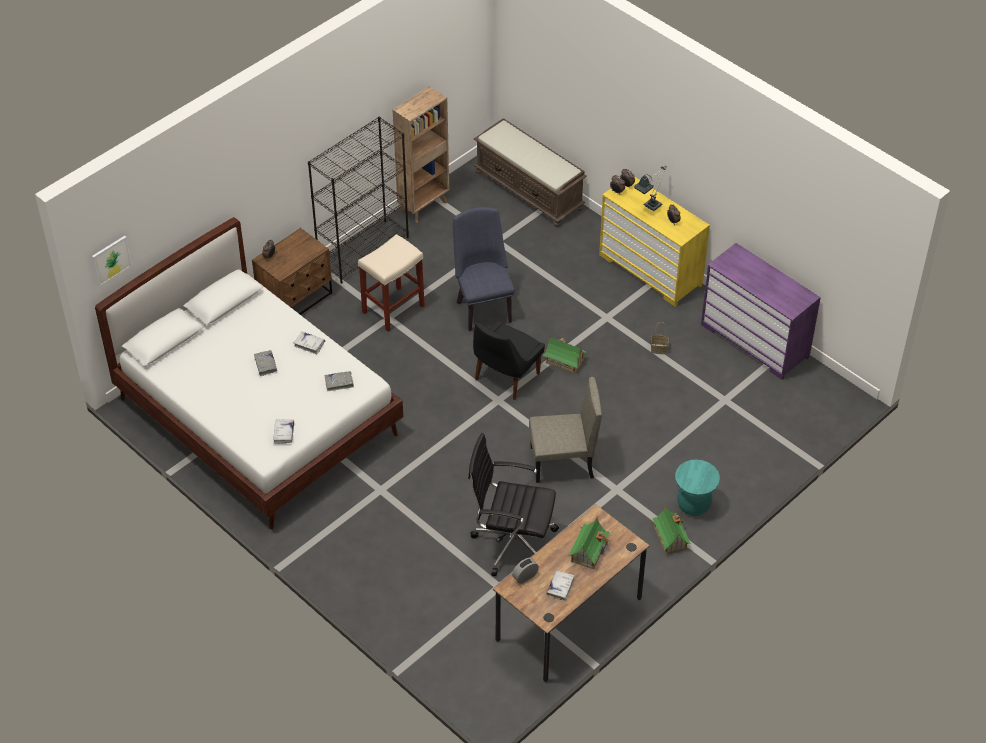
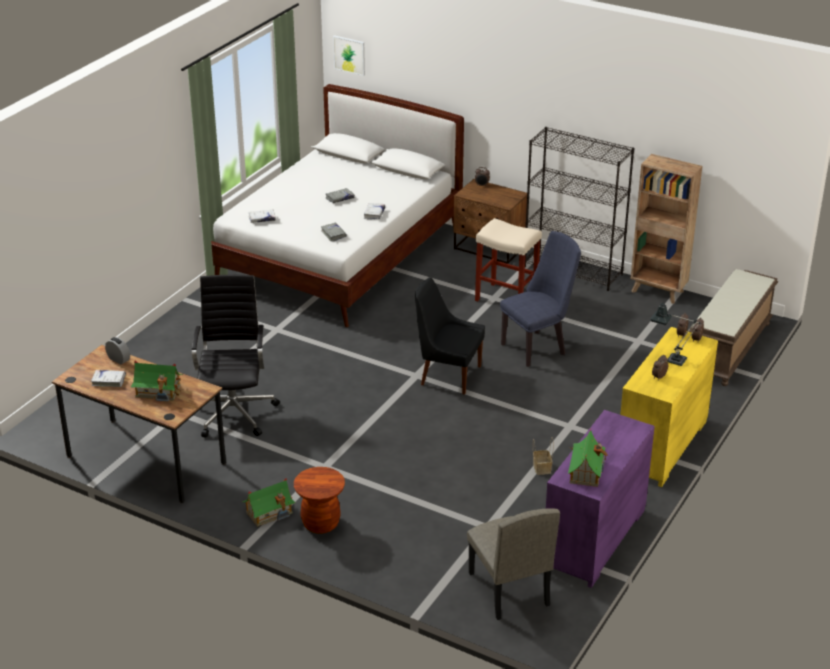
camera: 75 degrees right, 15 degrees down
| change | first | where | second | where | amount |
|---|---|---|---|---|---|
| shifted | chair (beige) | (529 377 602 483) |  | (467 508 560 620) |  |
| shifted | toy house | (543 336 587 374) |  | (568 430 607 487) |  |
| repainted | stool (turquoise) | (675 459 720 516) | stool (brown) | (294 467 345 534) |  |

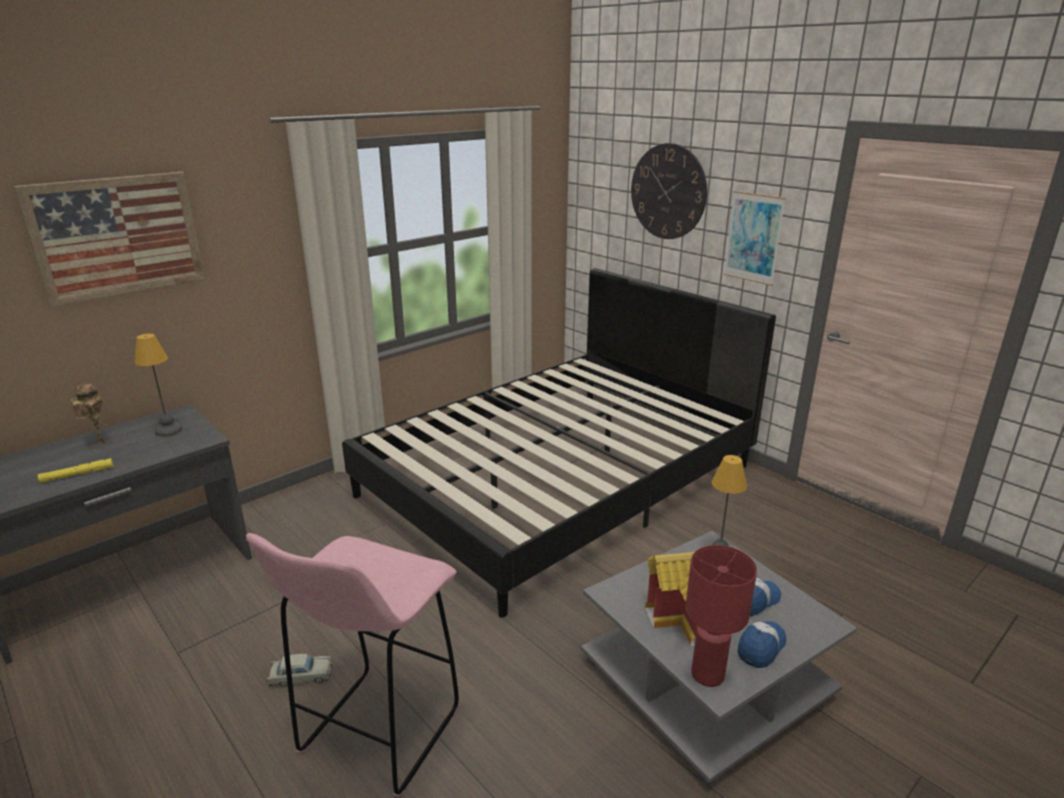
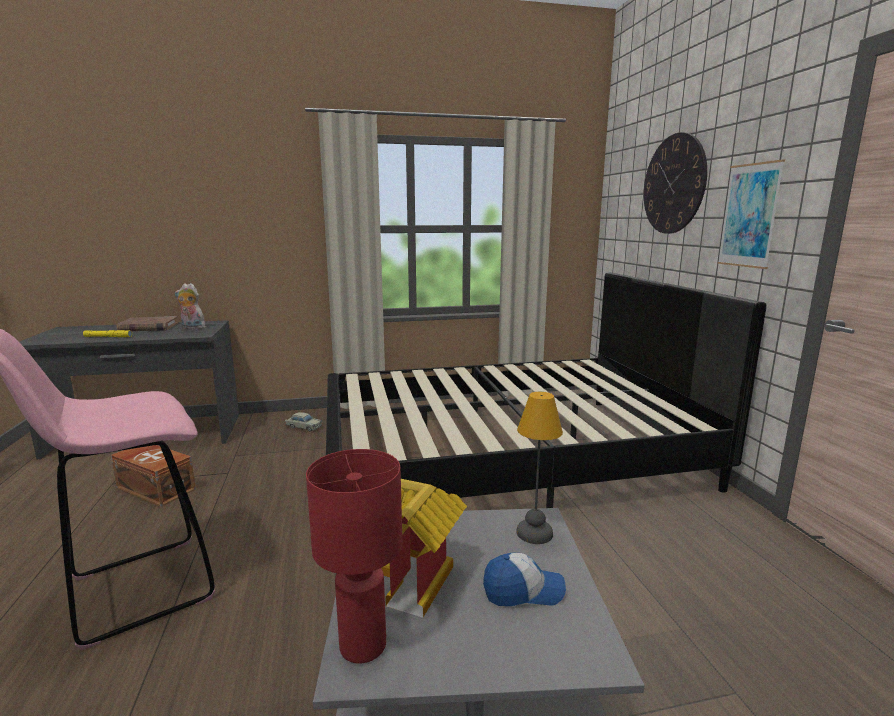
camera: 30 degrees right, 10 degrees down
| change | first | where | second | where | amount |
|---|---|---|---|---|---|
| gone | picture | (14 172 205 307) |  |  |  |
| swapped | toy robot | (71 383 109 446) | book (brown) | (116 316 178 332) |  |
| swapped | table lamp | (134 334 183 437) | plush toy | (175 283 206 329) |  |
| shifted | toy car (beige) | (266 654 332 687) |  | (285 412 322 432) |  |
| gone | cap | (738 621 786 668) |  |  |  |
| new |  |  | storage box (brown) | (111 445 196 507) |  |

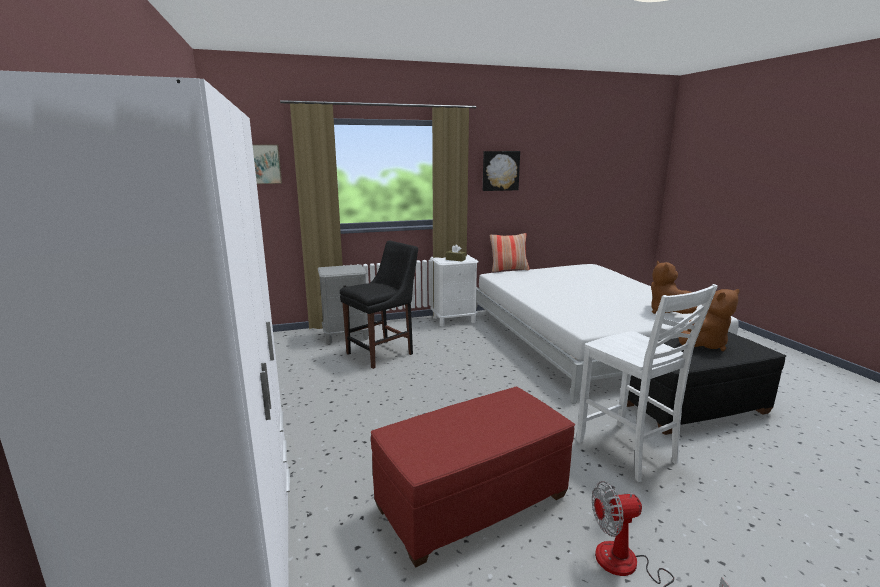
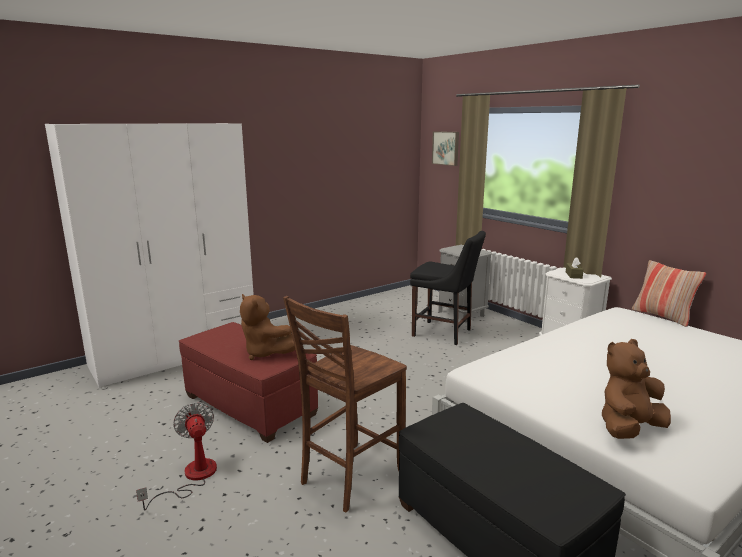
camera: 70 degrees right, 0 degrees up
| change | first | where | second | where | amount |
|---|---|---|---|---|---|
| gone | picture | (483 151 520 191) |  |  |  |
| repainted | chair (white) | (576 284 718 482) | chair (brown) | (283 296 407 513) |  |
| shifted | plush toy (brown) | (679 289 740 351) |  | (240 294 295 360) |  |

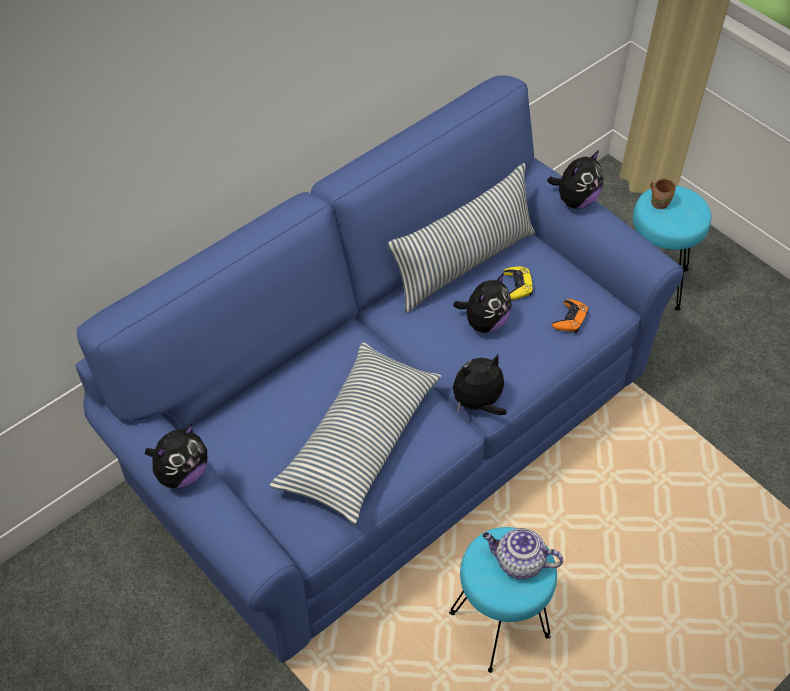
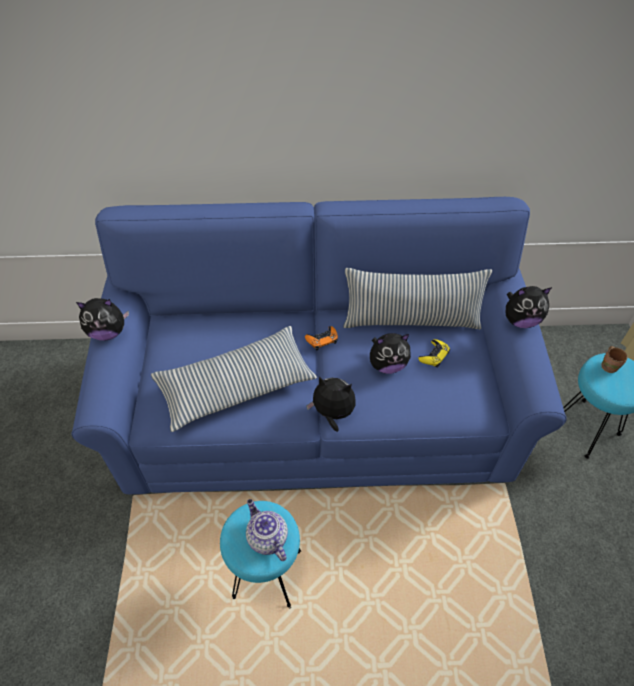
camera: 40 degrees right, 0 degrees up
| change | first | where | second | where | amount |
|---|---|---|---|---|---|
| shifted | game controller (orange) | (552 299 589 333) |  | (305 326 338 350) |  |

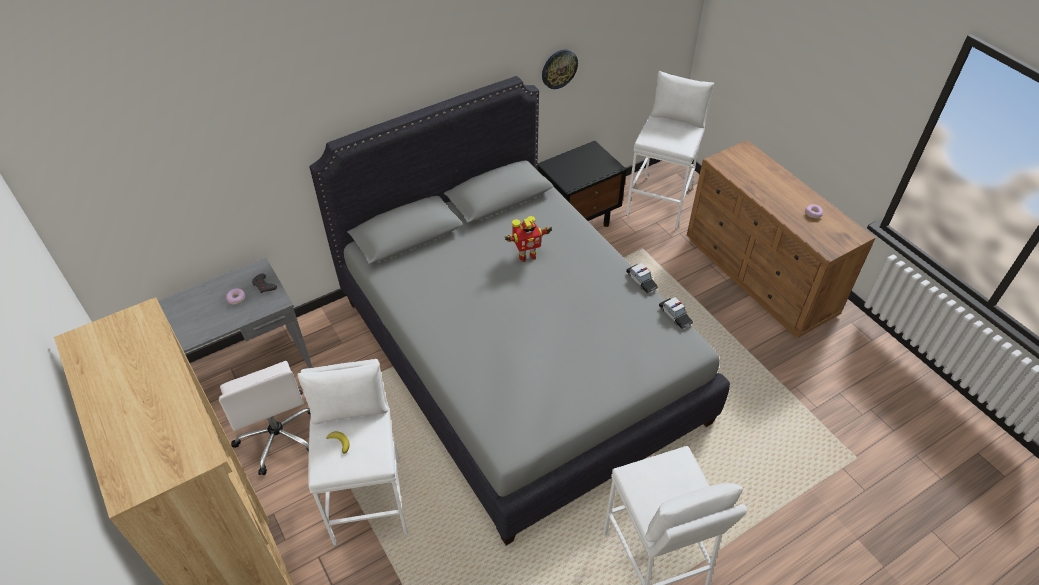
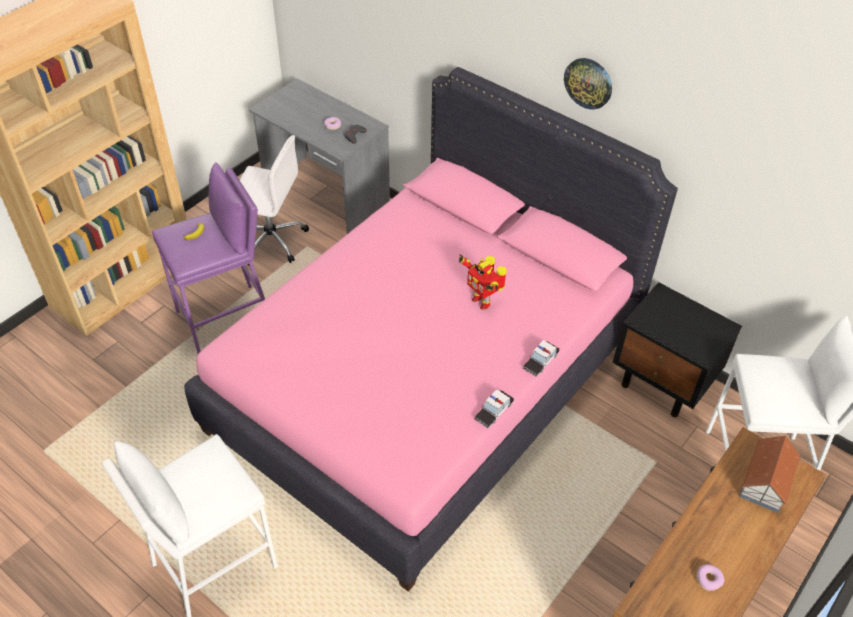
camera: 70 degrees right, 0 degrees up
| change | first | where | second | where | amount |
|---|---|---|---|---|---|
| rotated | office chair (white) | (219 361 311 475) |  | (240 135 309 266) | 120 degrees counterclockwise |
| repainted | stool (white) | (297 359 407 546) | stool (purple) | (152 162 265 354) |  |
| repainted | bed (grey) | (309 76 730 545) | bed (pink) | (184 67 678 592) |  |
| shifted | wall clock | (542 49 578 89) |  | (564 58 612 109) |  |
| shifted | toy car | (659 297 693 329) |  | (523 340 560 377) |  |
| new |  |  | toy house | (739 436 801 513) |  |

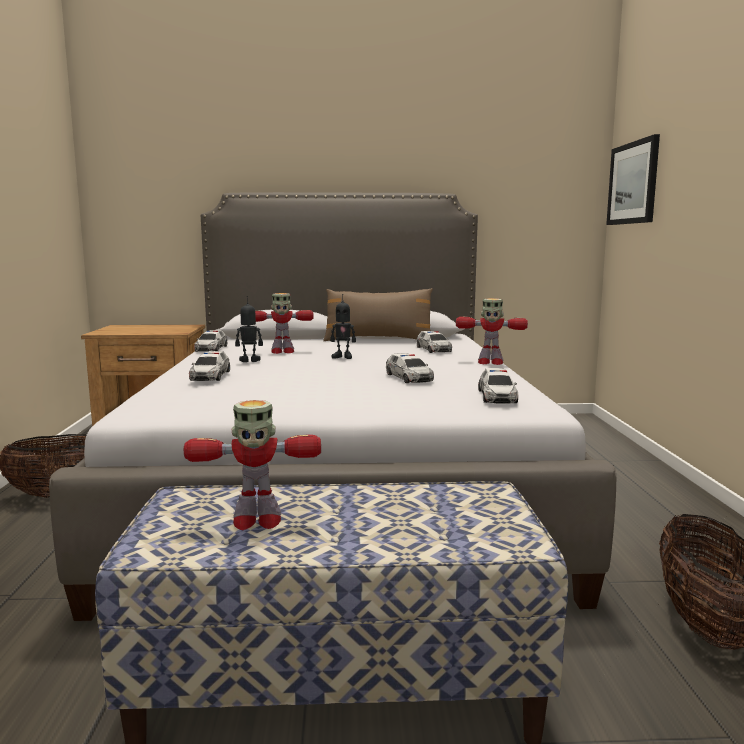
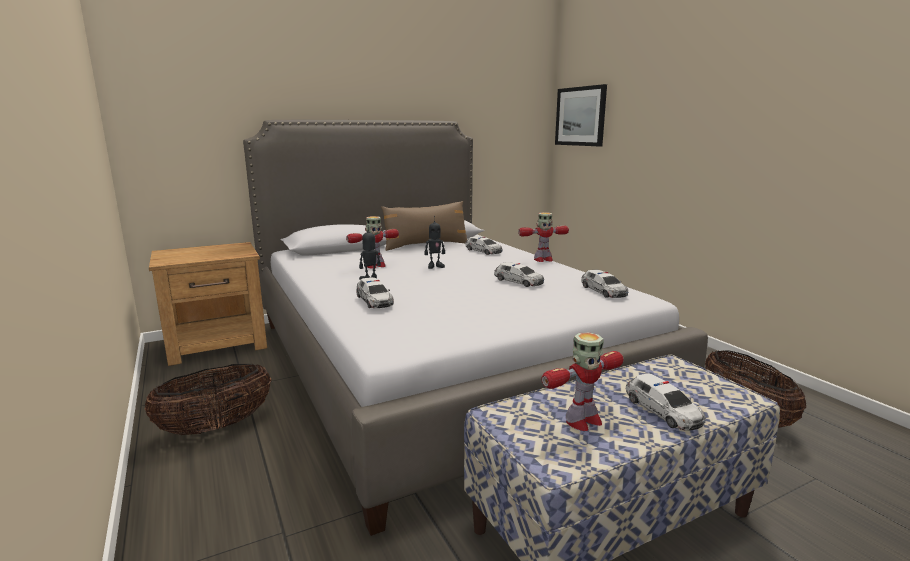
camera: 25 degrees left, 5 degrees up
| change | first | where | second | where | amount |
|---|---|---|---|---|---|
| shifted | toy car | (194 330 227 352) |  | (626 373 706 430) |  |

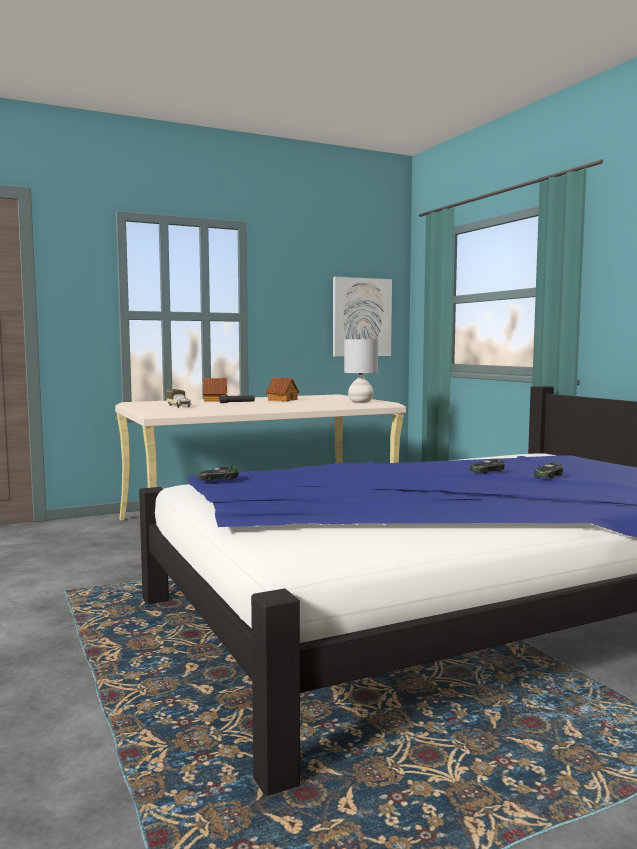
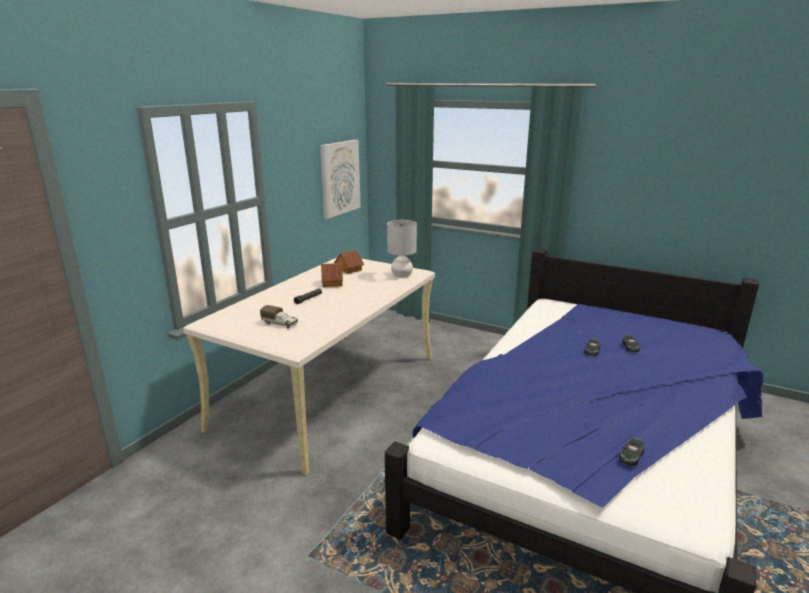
camera: 35 degrees left, 15 degrees up
| change | first | where | second | where | amount |
|---|---|---|---|---|---|
| shifted | toy car | (198 466 238 482) |  | (619 437 644 466) |  |
| shifted | toy house | (203 378 227 402) |  | (334 249 364 274) |  |

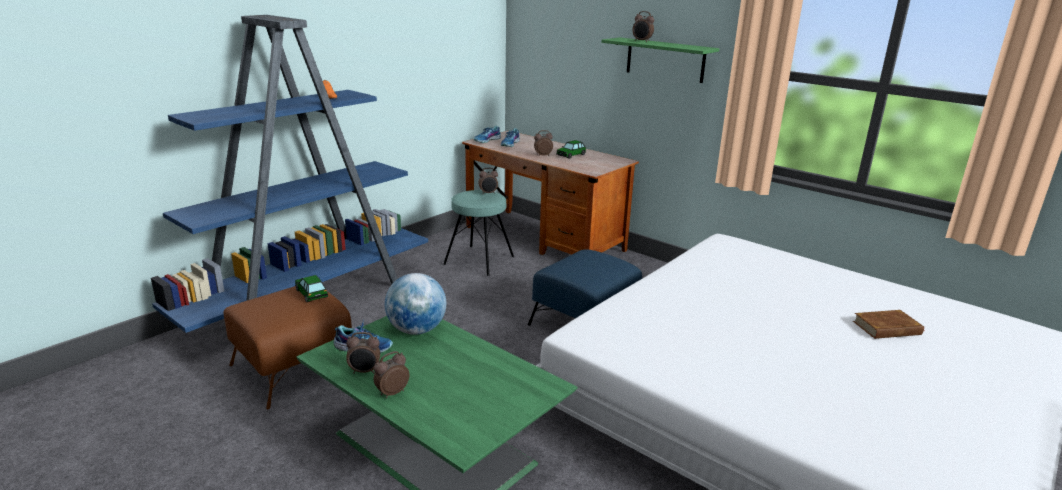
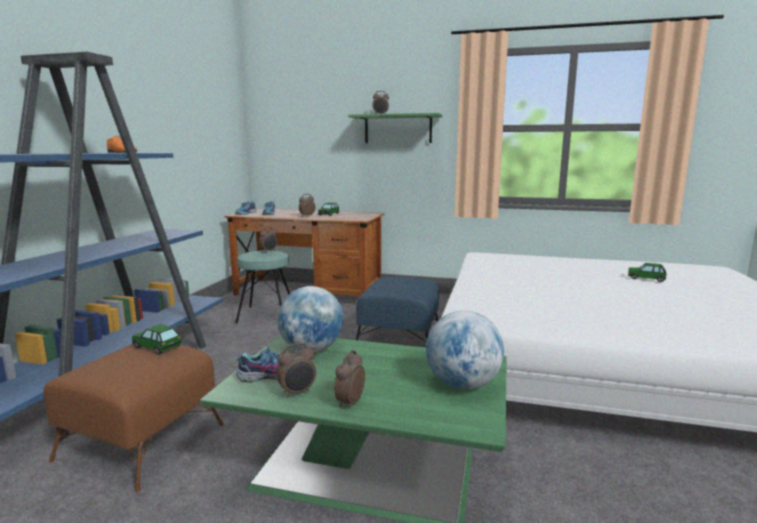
camera: 25 degrees left, 10 degrees down
| change | first | where | second | where | amount |
|---|---|---|---|---|---|
| swapped | book (brown) | (853 310 924 339) | toy car | (628 263 667 282) |  |
| new |  |  | globe | (426 311 504 389) |  |

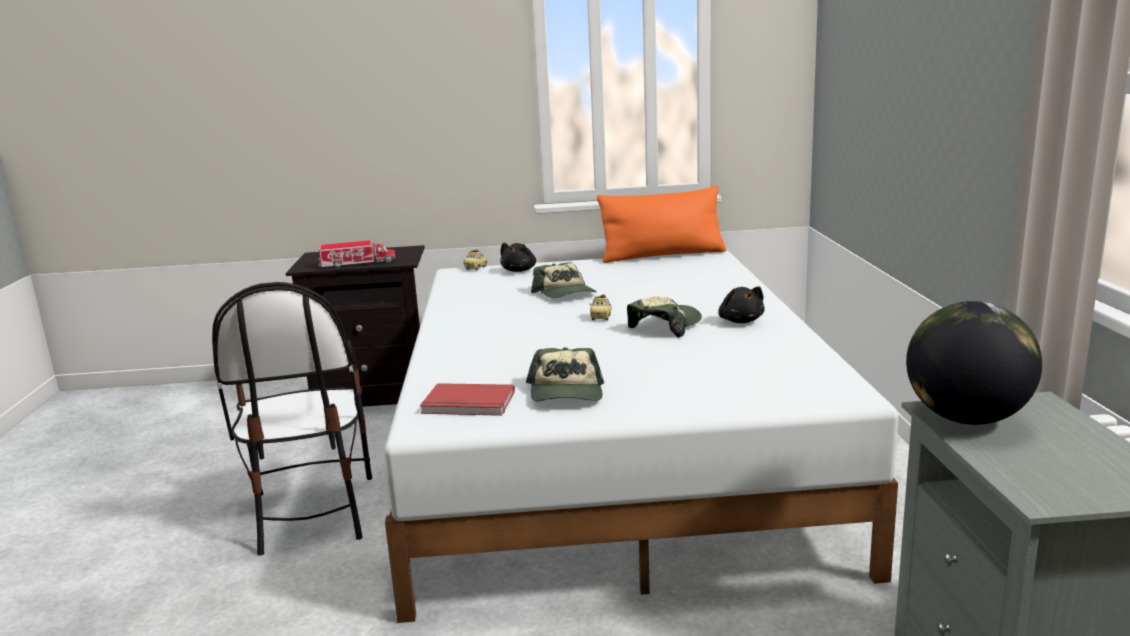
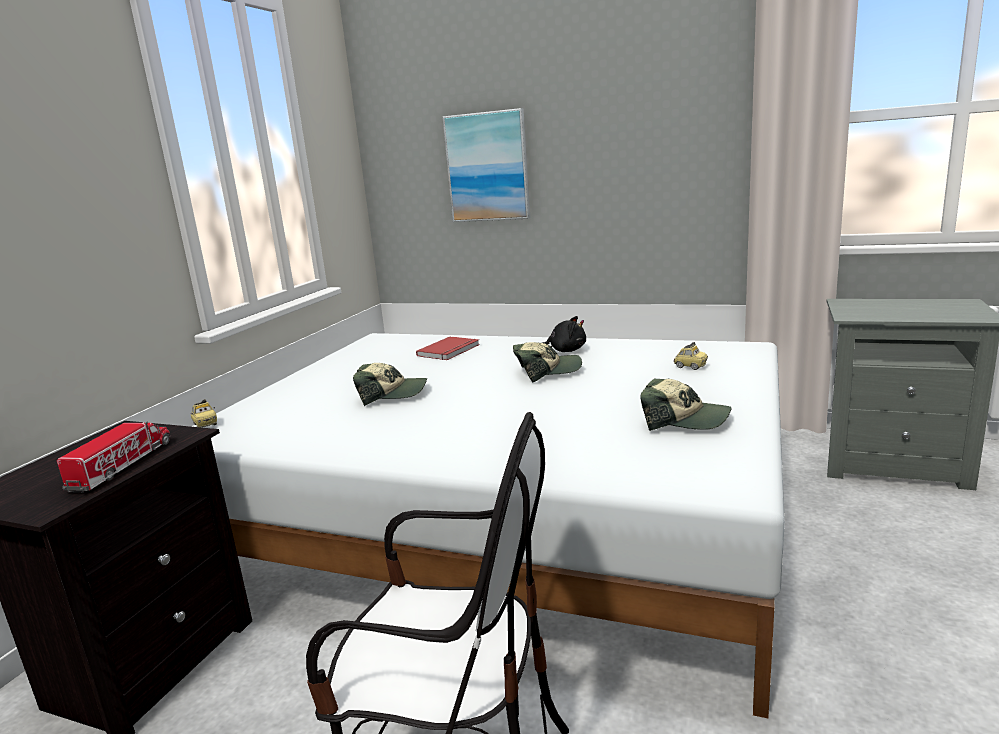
camera: 65 degrees left, 0 degrees up
| change | first | where | second | where | amount |
|---|---|---|---|---|---|
| shifted | book (red) | (420 383 515 416) |  | (416 337 480 360) |  |
| gone | plush toy (black) | (500 243 536 272) |  |  |  |
| shifted | toy car | (590 294 612 320) |  | (674 342 708 370) |  |
| gone | pillow (orange) | (597 186 726 263) |  |  |  |
| rotated | cap | (627 297 702 338) |  | (513 342 582 383) | 105 degrees clockwise |
| gone | globe | (906 301 1042 425) |  |  |  |
| new |  |  | picture | (442 108 530 222) |  |

